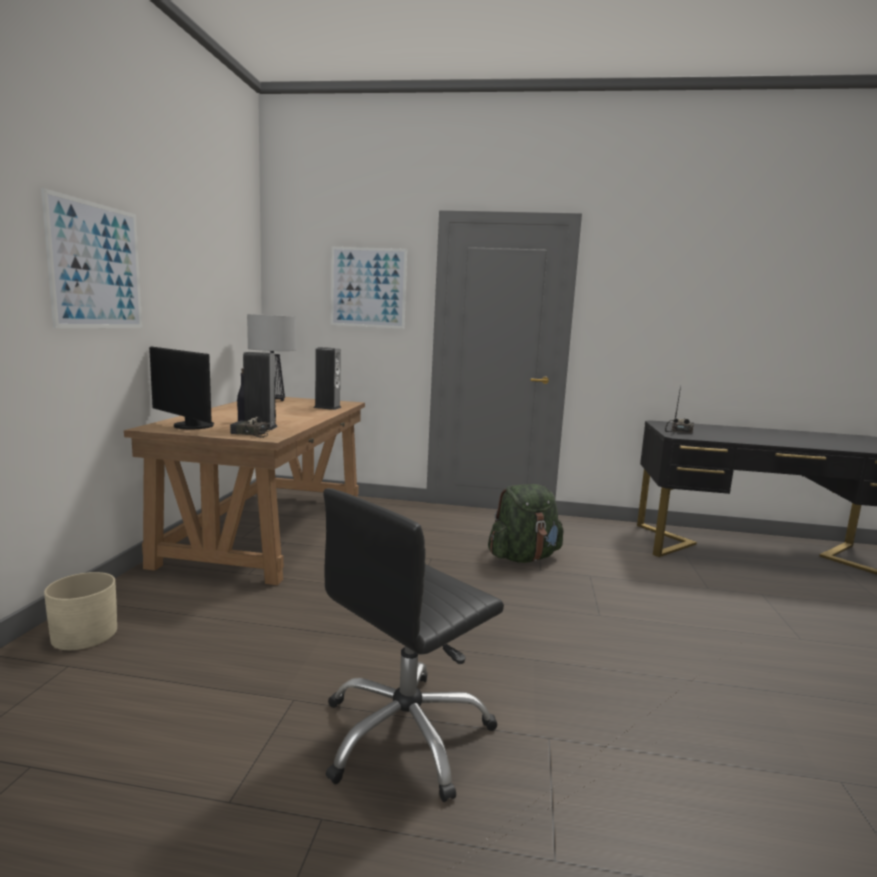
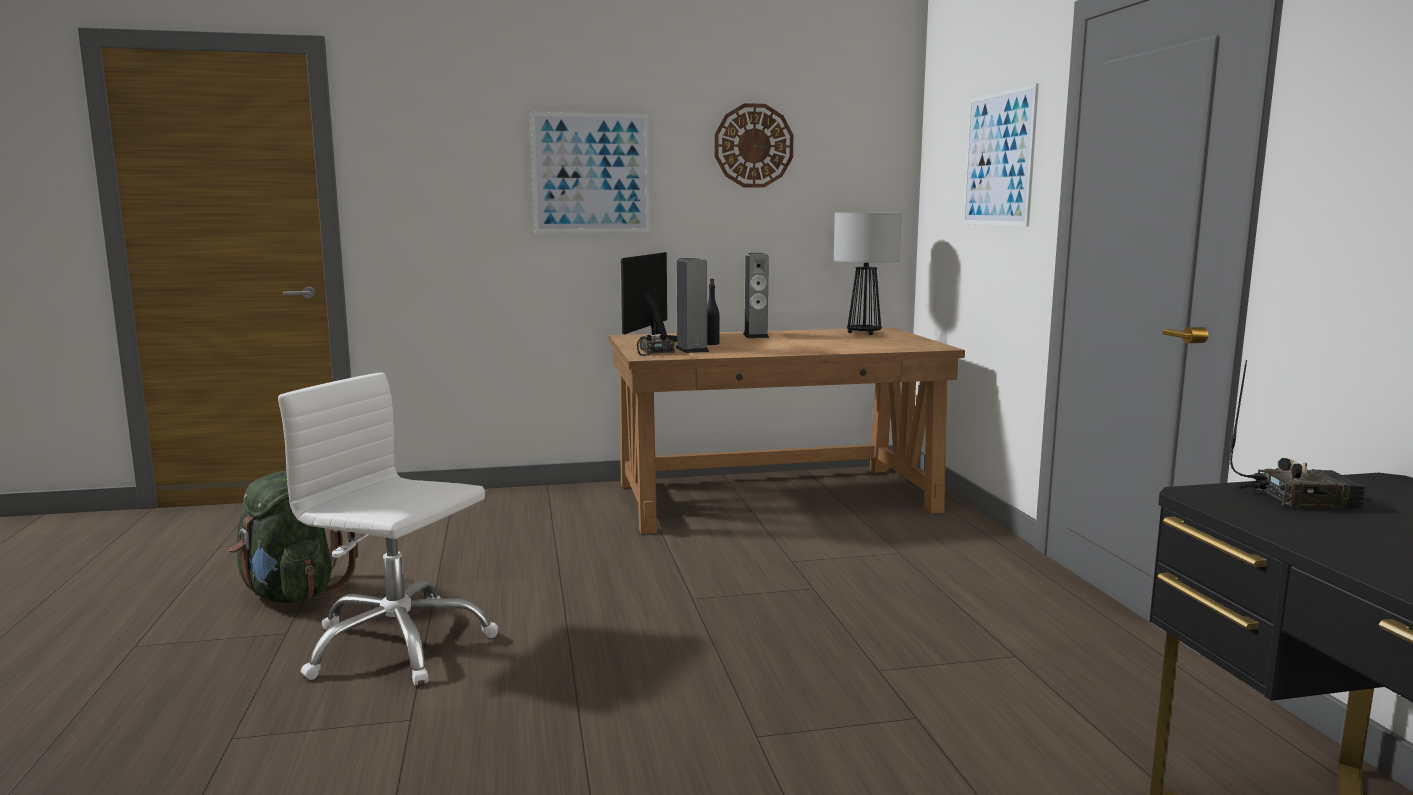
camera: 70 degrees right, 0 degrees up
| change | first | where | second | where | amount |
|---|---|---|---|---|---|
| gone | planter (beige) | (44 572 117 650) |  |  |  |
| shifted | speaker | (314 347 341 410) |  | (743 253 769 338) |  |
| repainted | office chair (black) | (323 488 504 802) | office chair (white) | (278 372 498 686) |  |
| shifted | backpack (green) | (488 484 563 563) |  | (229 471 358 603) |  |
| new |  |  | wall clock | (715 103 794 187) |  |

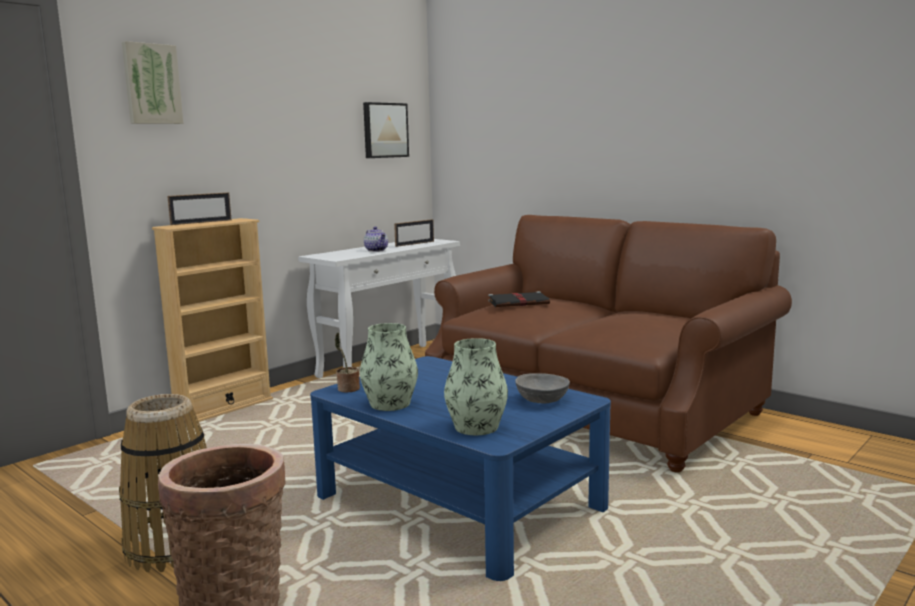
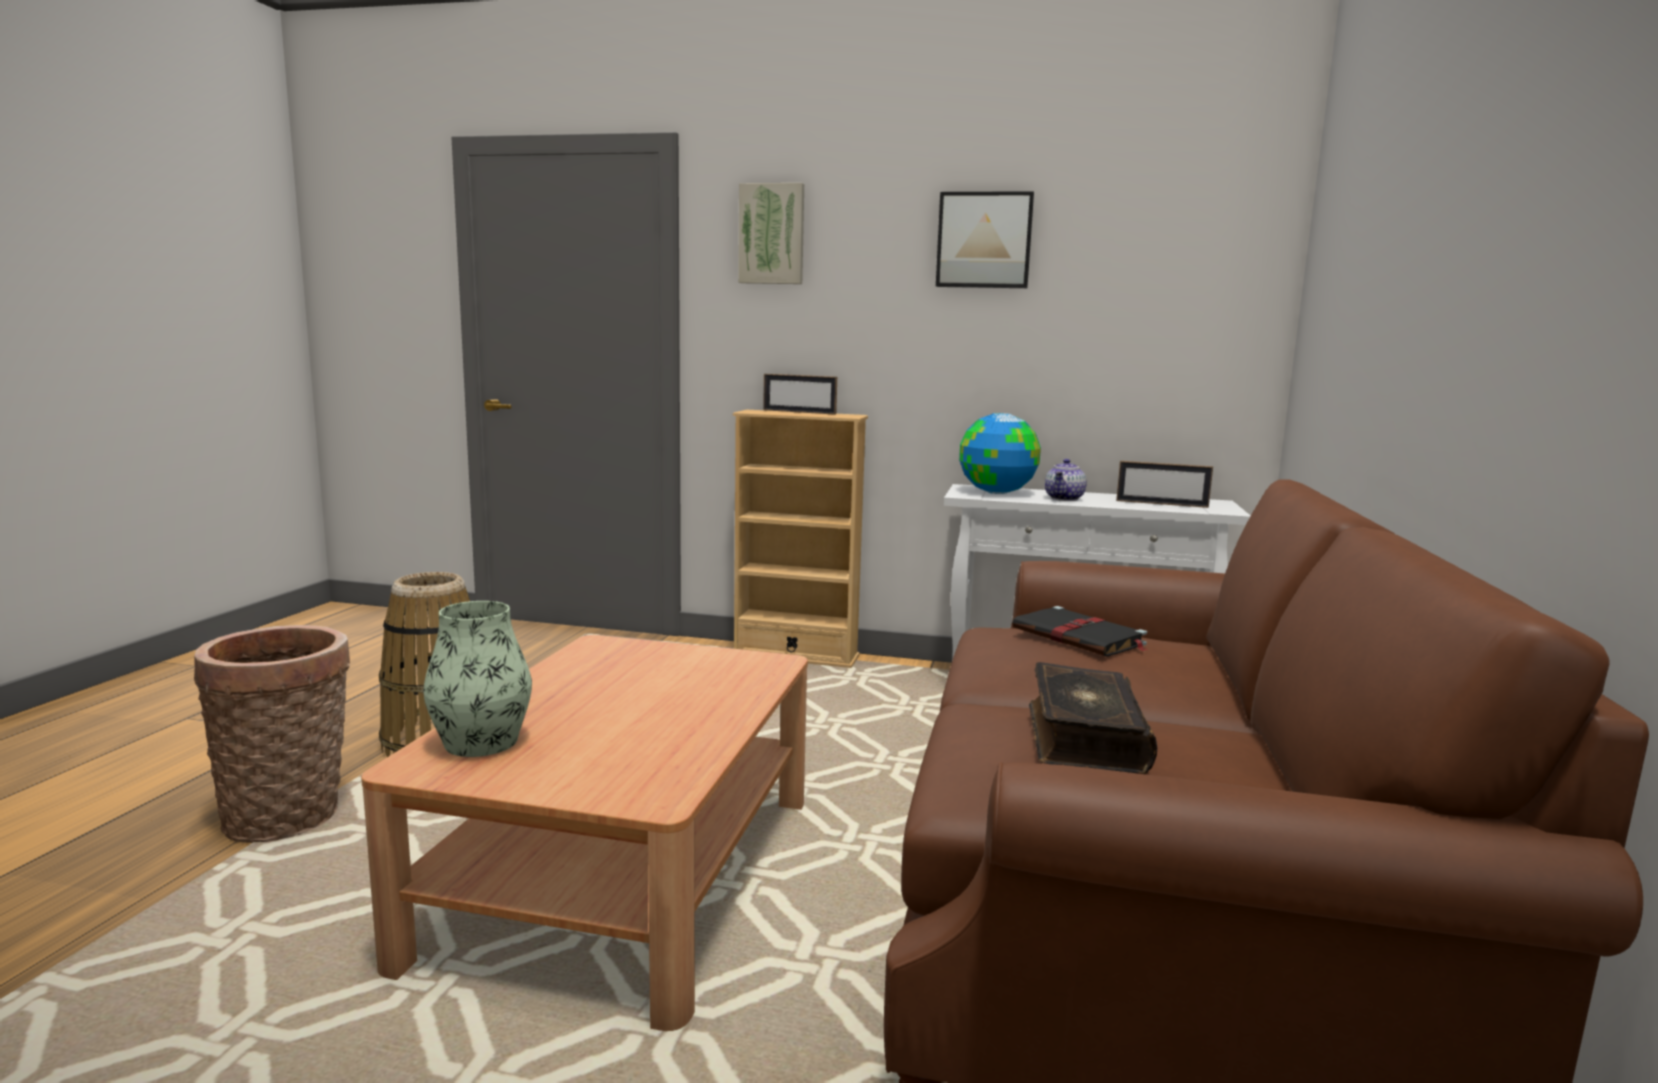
camera: 60 degrees right, 0 degrees up
| change | first | where | second | where | amount |
|---|---|---|---|---|---|
| repainted | coffee table (blue) | (310 356 611 581) | coffee table (brown) | (361 635 808 1031) |  |
| gone | potted plant | (335 332 360 393) |  |  |  |
| gone | vase | (360 323 418 411) |  |  |  |
| shifted | picture | (363 102 409 158) |  | (936 191 1034 288) |  |
| gone | bowl (grey) | (515 373 570 404) |  |  |  |
| new |  |  | globe | (959 413 1041 494) |  |
| new |  |  | book | (1029 662 1157 774) |  |

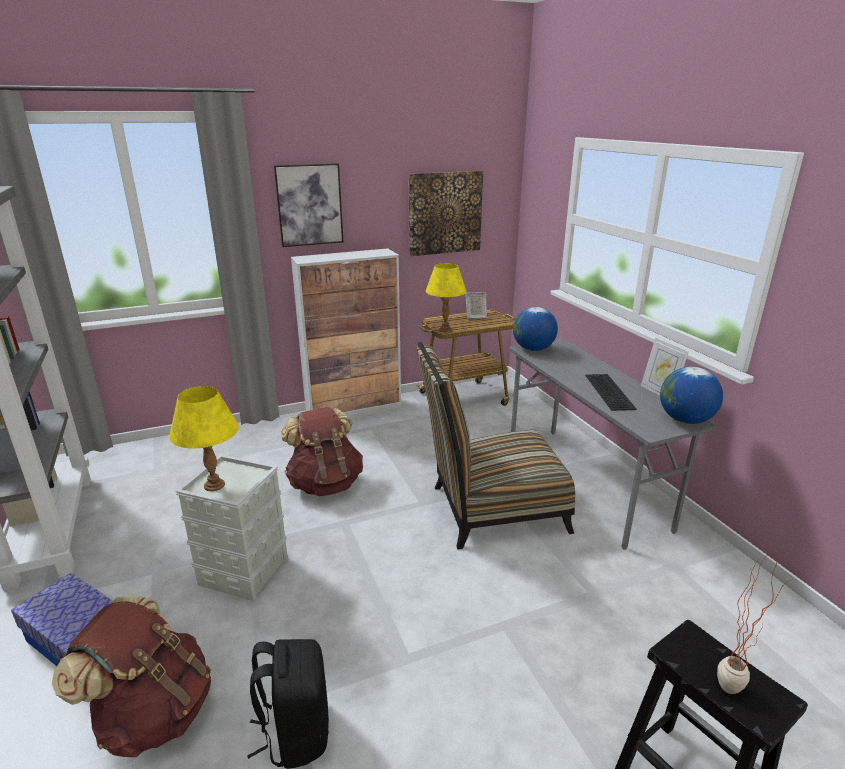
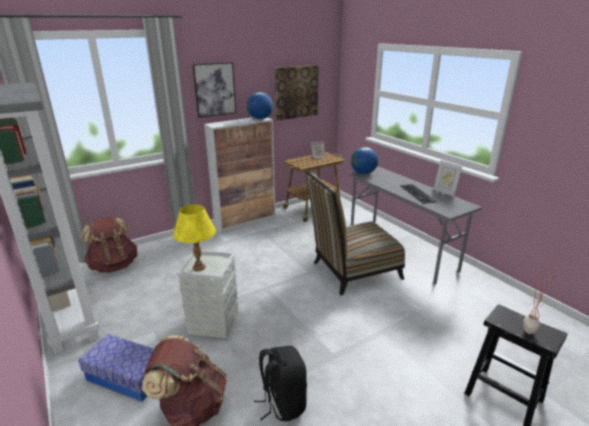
camera: 10 degrees left, 0 degrees up
| change | first | where | second | where | amount |
|---|---|---|---|---|---|
| shifted | backpack (brown) | (281 407 363 496) |  | (80 217 138 273) |  |
| gone | table lamp (yellow) | (426 263 466 332) |  |  |  |
| shifted | globe | (660 367 723 424) |  | (247 92 273 119) |  |

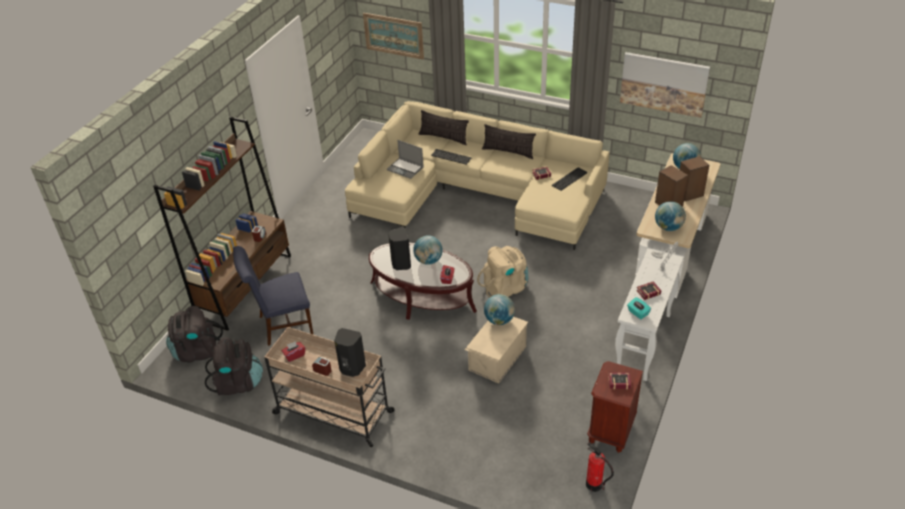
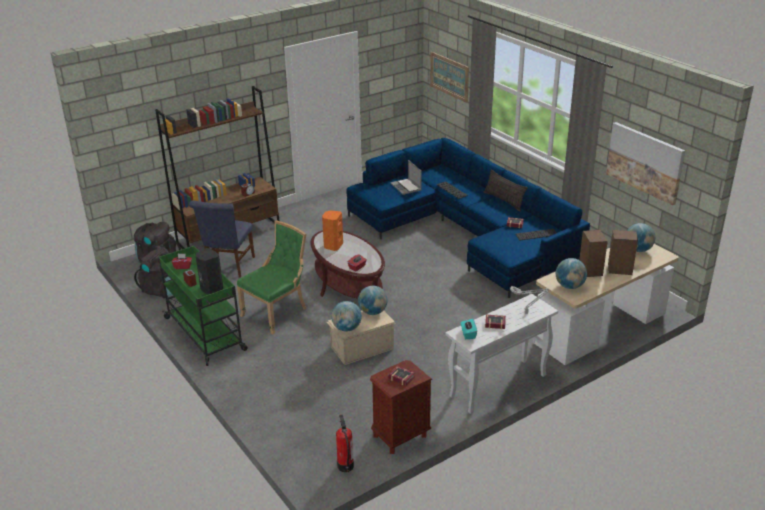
camera: 30 degrees right, 10 degrees down
| change | first | where | second | where | amount |
|---|---|---|---|---|---|
| rotated | chair (blue) | (233 246 313 346) |  | (189 200 255 278) | 90 degrees counterclockwise |
| repainted | cart (beige) | (264 327 394 447) | cart (green) | (158 246 248 366) |  |
| repainted | sofa (beige) | (345 101 609 250) | sofa (blue) | (346 138 590 298) |  |
| repainted | speaker (black) | (388 227 411 270) | speaker (orange) | (322 210 343 251) |  |
| shifted | globe | (413 235 443 265) |  | (331 301 362 332) |  |
| gone | pillow | (419 110 469 145) |  |  |  |
| gone | backpack (beige) | (477 246 528 297) |  |  |  |
| new |  |  | chair (green) | (237 220 306 334) |  |

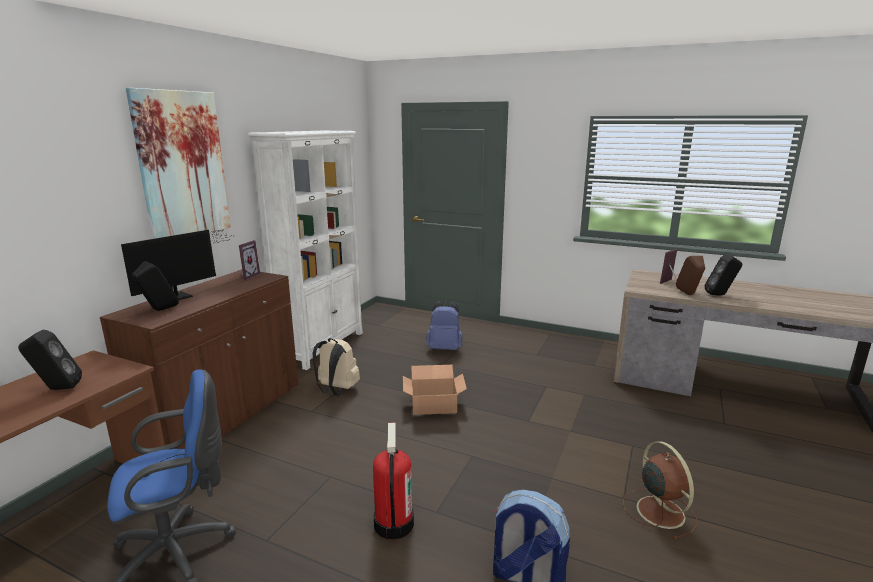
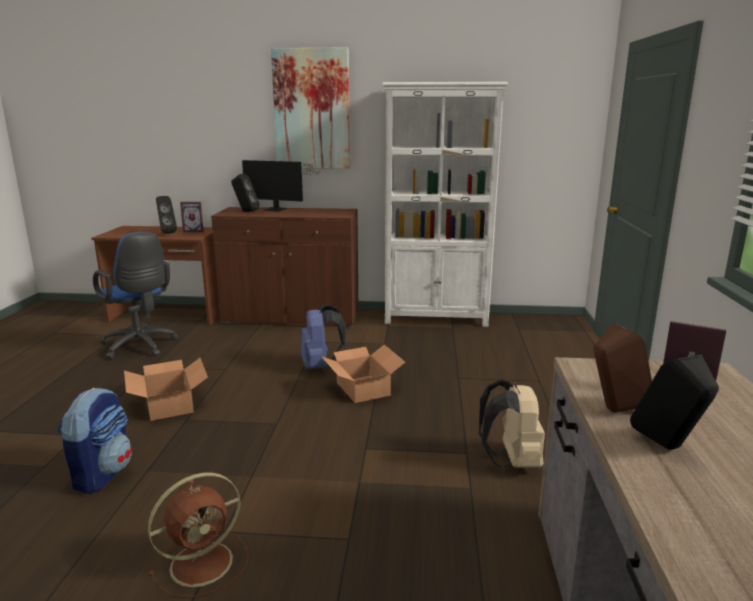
camera: 70 degrees right, 0 degrees up
| change | first | where | second | where | amount |
|---|---|---|---|---|---|
| shifted | picture frame | (239 240 260 280) |  | (180 202 204 232) |  |
| shifted | backpack (beige) | (313 338 360 396) |  | (479 380 545 468) |  |
| swapped | fire extinguisher | (373 423 414 540) | cardboard box | (124 358 208 421) |  |
| shifted | backpack (blue) | (426 301 463 350) |  | (301 305 346 369) |  |

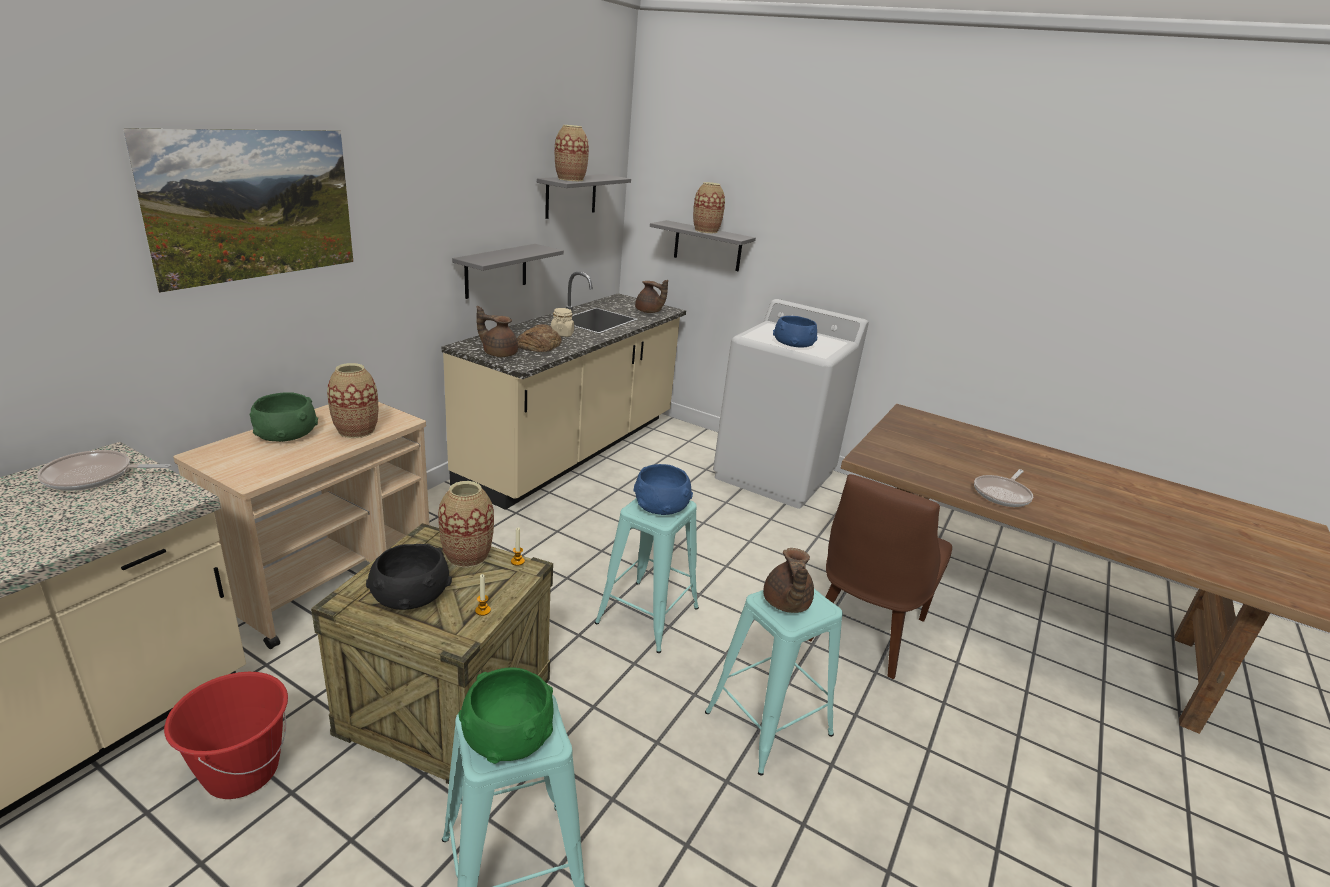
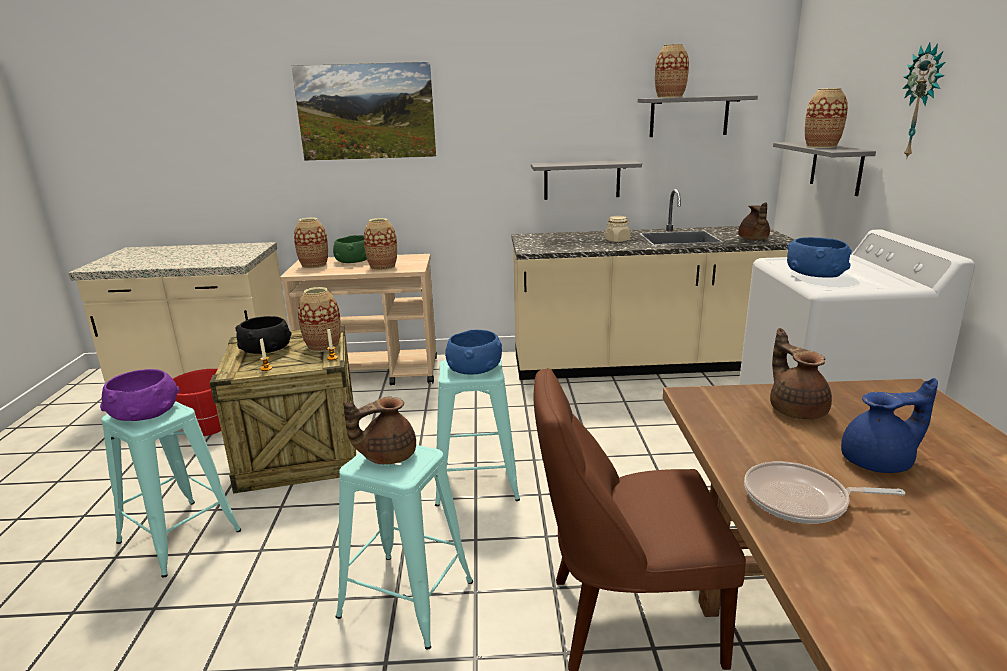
camera: 60 degrees right, 5 degrees down
| change | first | where | second | where | amount |
|---|---|---|---|---|---|
| gone | frying pan | (38 450 171 491) |  |  |  |
| repainted | bowl (green) | (459 667 554 764) | bowl (purple) | (100 369 180 421) |  |
| shifted | teapot (brown) | (476 306 518 357) |  | (770 328 832 420) |  |
| gone | bread | (517 324 562 352) |  |  |  |
| new |  |  | vase | (294 217 328 269) |  |
| new |  |  | teapot (blue) | (841 378 938 473) |  |
| new |  |  | wall clock | (903 42 945 160) |  |

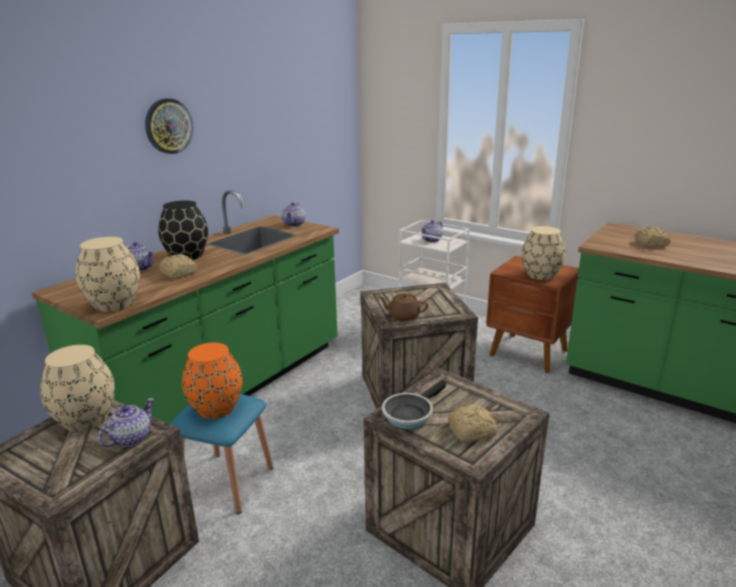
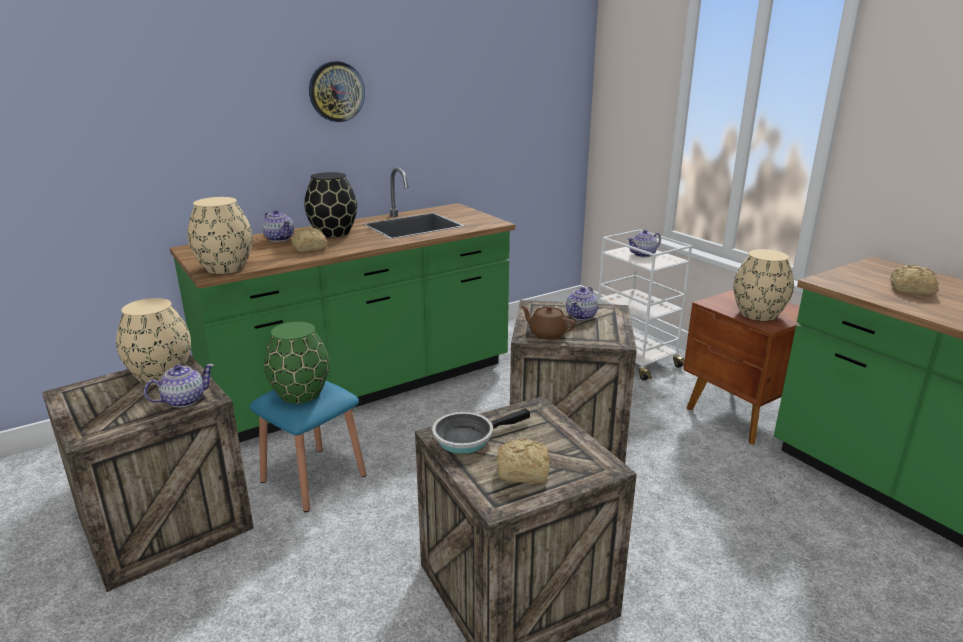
camera: 20 degrees right, 0 degrees up
| change | first | where | second | where | amount |
|---|---|---|---|---|---|
| repainted | vase (orange) | (182 343 242 419) | vase (green) | (264 322 330 404) |  |
| shifted | teapot | (282 202 306 227) |  | (566 287 598 320) |  |

